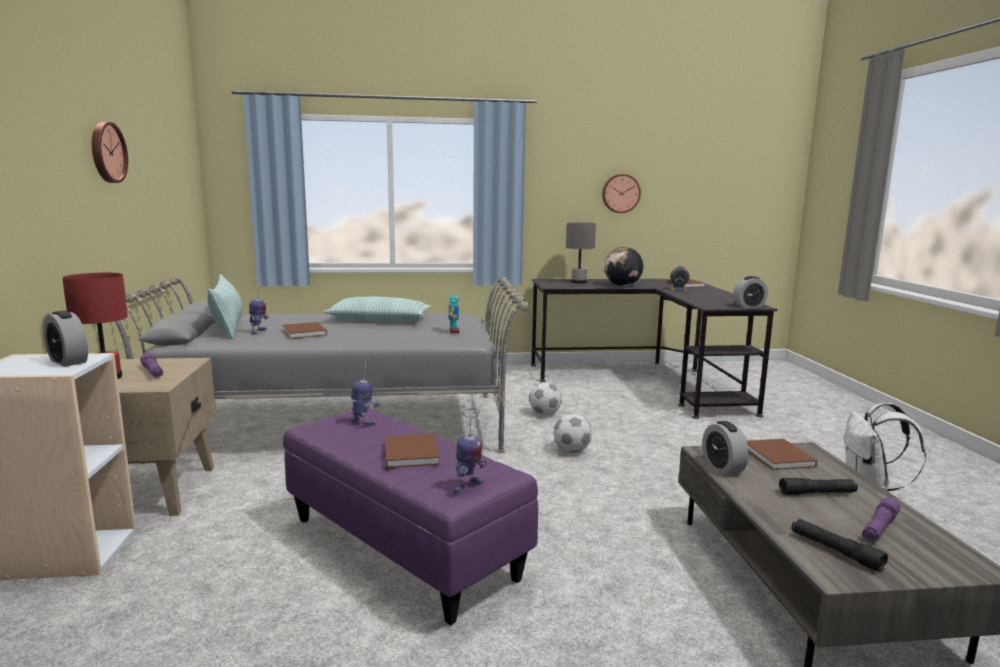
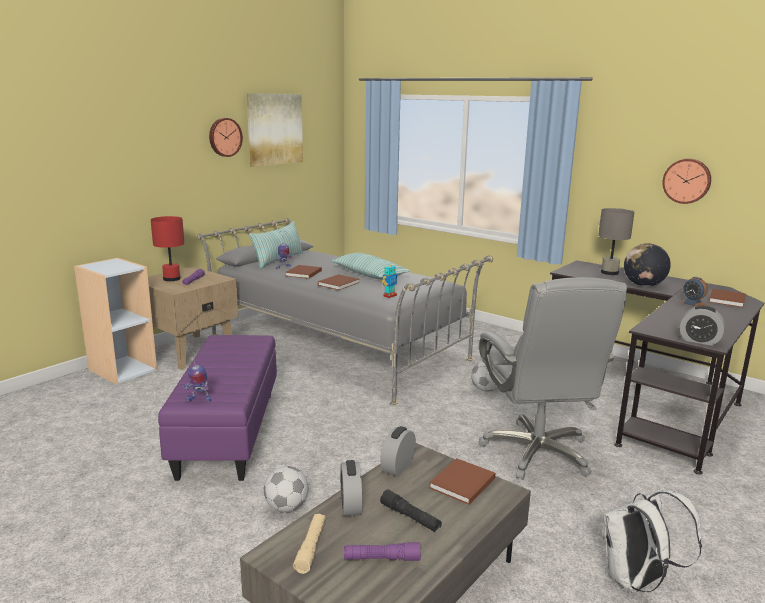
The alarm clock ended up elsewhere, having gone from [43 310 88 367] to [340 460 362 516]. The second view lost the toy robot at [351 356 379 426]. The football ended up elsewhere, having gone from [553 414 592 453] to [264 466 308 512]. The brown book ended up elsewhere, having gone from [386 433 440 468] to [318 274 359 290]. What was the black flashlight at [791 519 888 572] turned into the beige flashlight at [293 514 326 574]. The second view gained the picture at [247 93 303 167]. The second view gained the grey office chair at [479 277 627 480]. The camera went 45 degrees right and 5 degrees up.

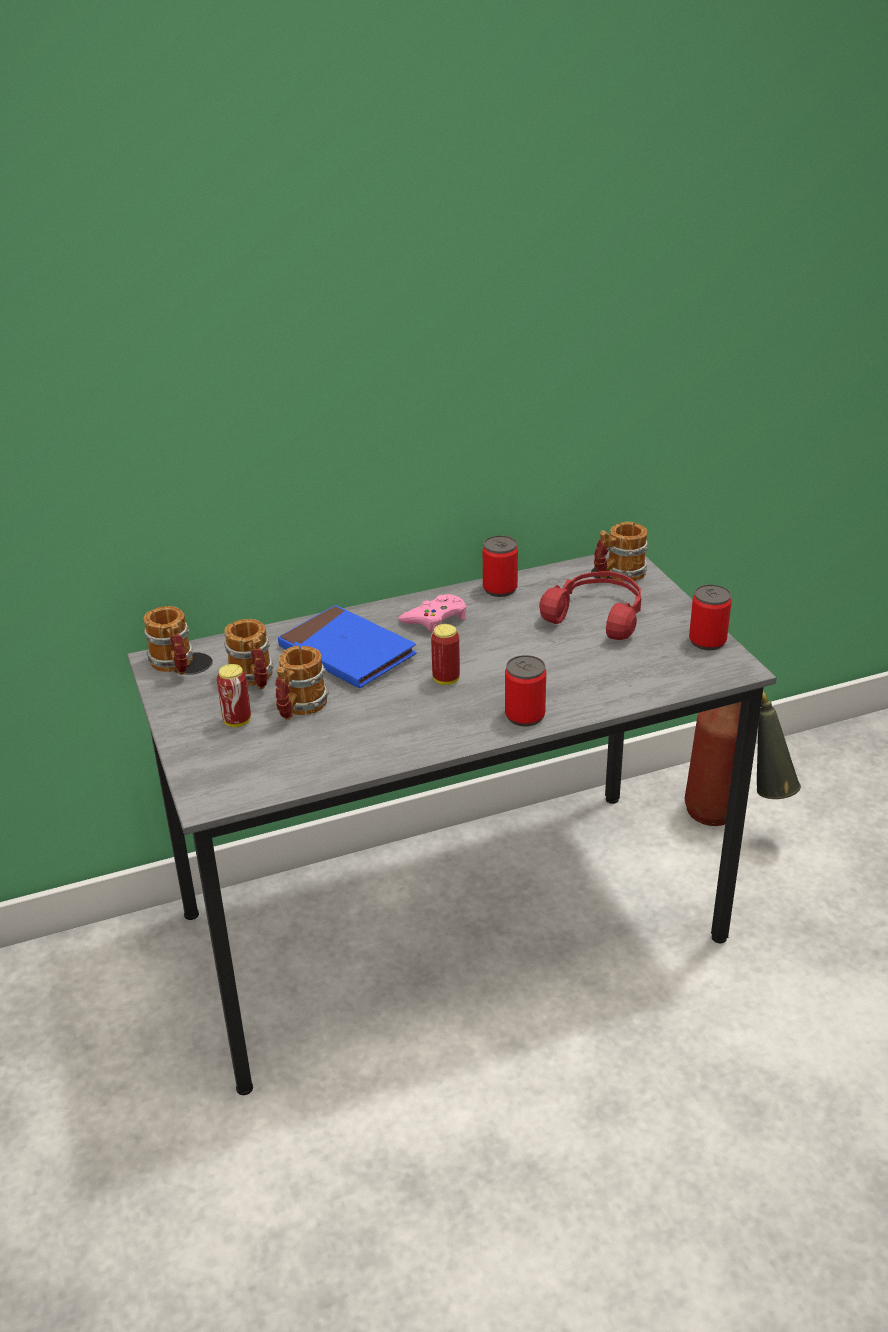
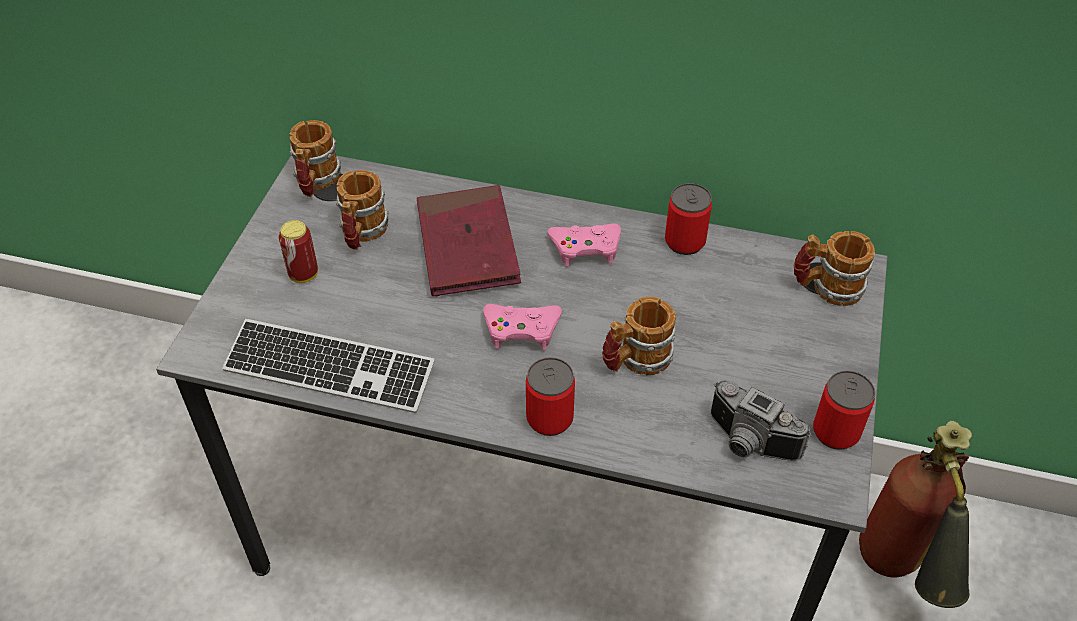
The second view lost the red headphones at [539 571 641 640]. What was the blue book at [278 605 417 688] turned into the red book at [417 185 521 296]. Where the can stood at [431 624 460 685], the pink game controller came to stand at [483 304 562 350]. The mug ended up elsewhere, having gone from [275 646 329 720] to [602 296 676 376]. The second view gained the keyboard at [222 319 435 413]. The second view gained the photo camera at [711 380 811 461]. The camera went 35 degrees right and 15 degrees up.

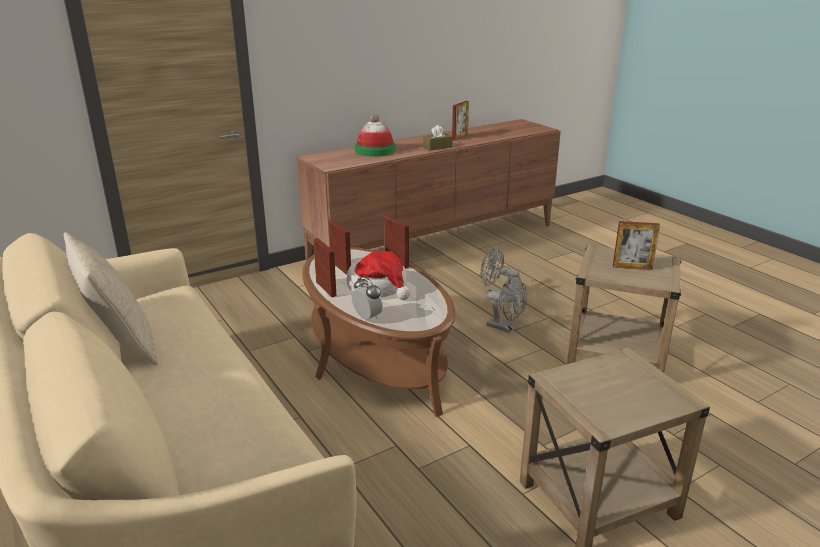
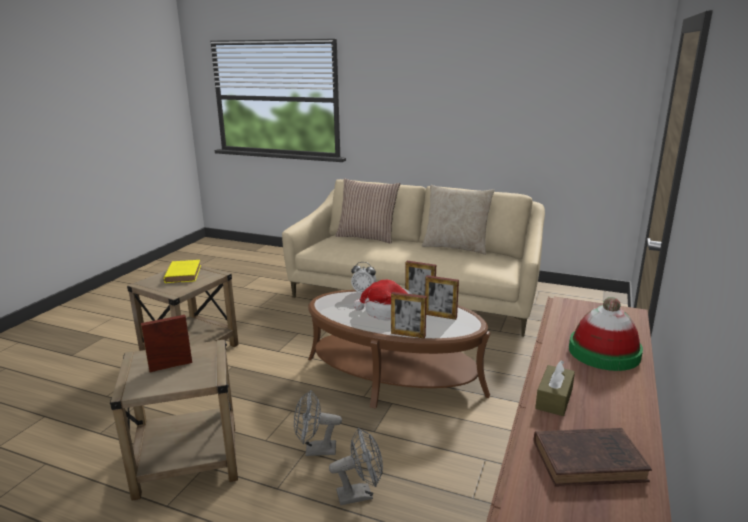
Where the picture frame stood at [452 101 469 140], the brown book came to stand at [534 428 652 487]. The second view gained the pillow at [335 179 400 243]. The second view gained the yellow book at [164 260 201 283]. The camera went 145 degrees right and 5 degrees down.

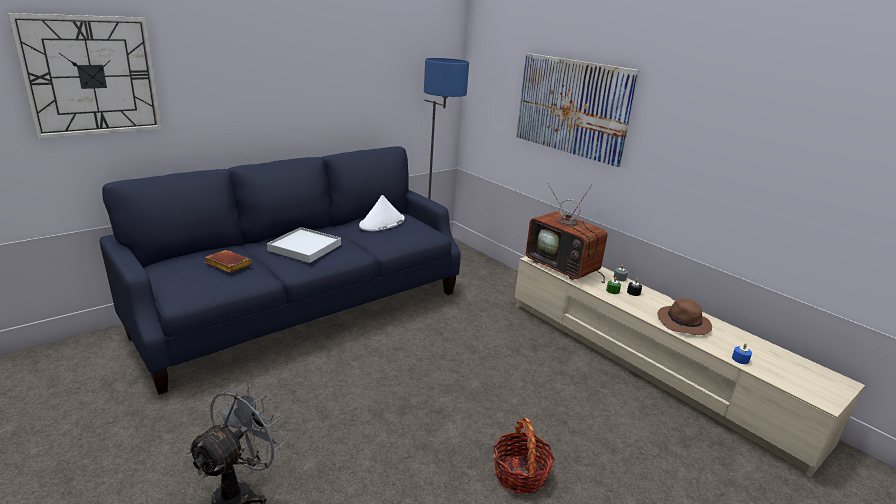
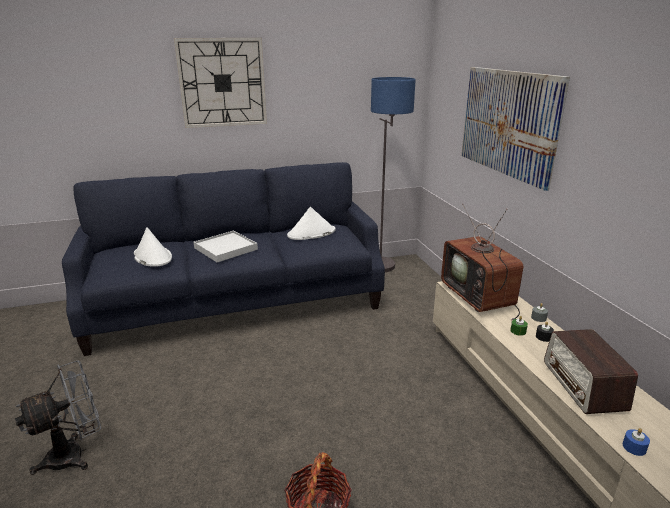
The wall clock ended up elsewhere, having gone from [7 13 162 139] to [174 38 267 128]. Where the brown book stood at [204 250 252 273], the white hat came to stand at [134 227 172 267]. Where the brown hat stood at [657 299 712 335], the radio came to stand at [544 329 638 414]. The camera went 25 degrees right and 0 degrees up.

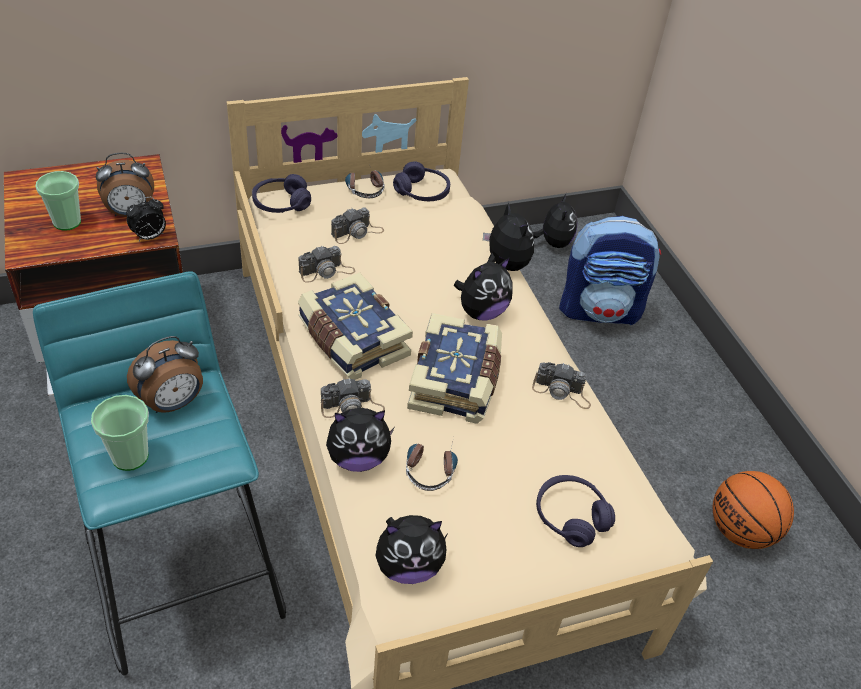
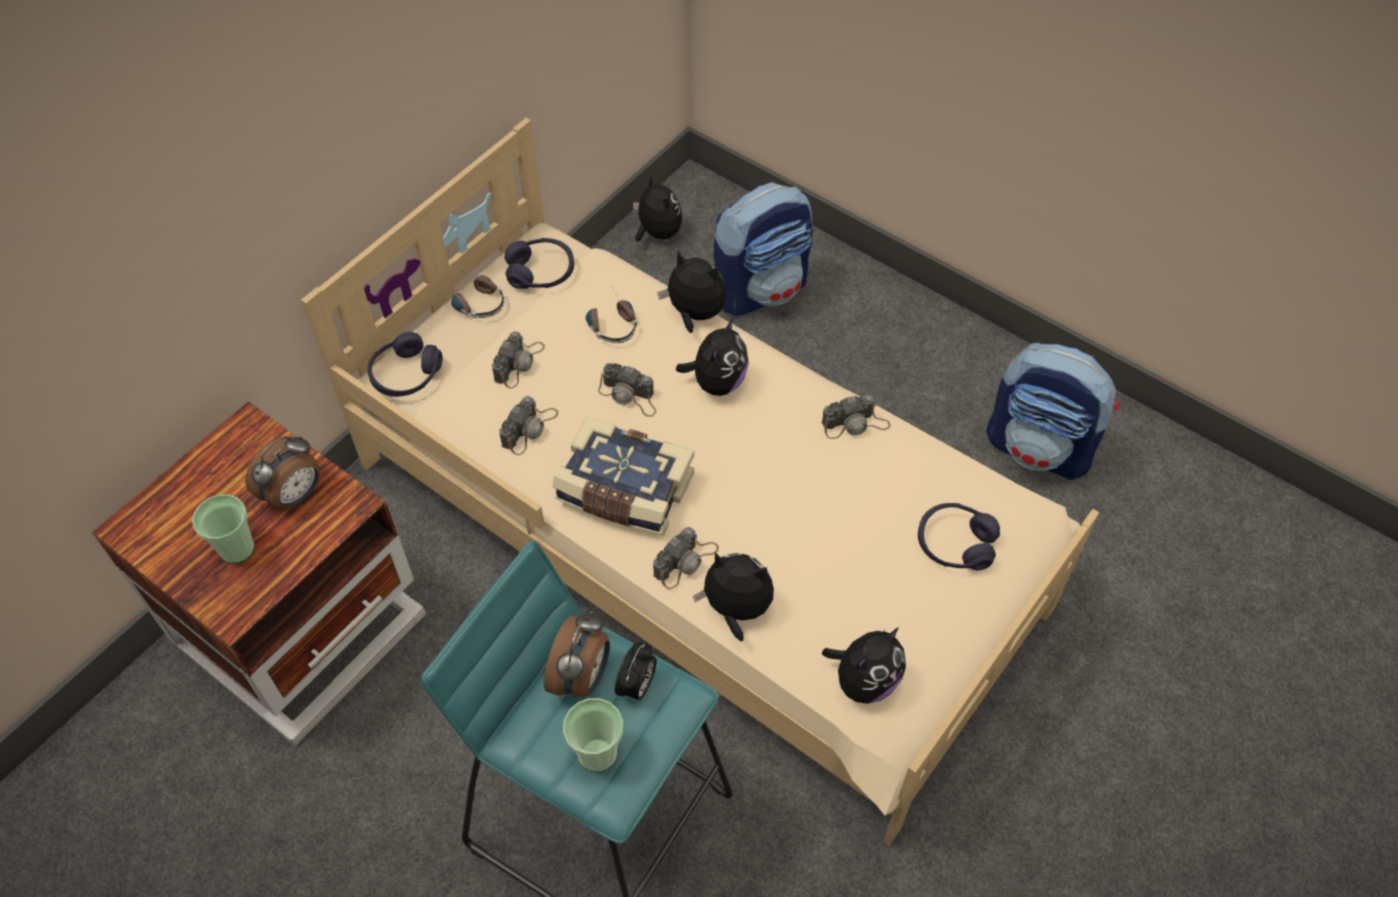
The alarm clock ended up elsewhere, having gone from [126 197 166 241] to [615 642 657 702]. The second view lost the book at [407 313 502 424]. The plush toy at [326 408 394 472] ended up facing another way, 120 degrees counterclockwise from before. The headphones ended up elsewhere, having gone from [406 442 458 491] to [586 287 637 343]. Where the basketball stood at [713 471 794 549], the backpack came to stand at [986 343 1120 480]. The second view gained the photo camera at [598 363 656 417]. The camera went 30 degrees left and 10 degrees up.

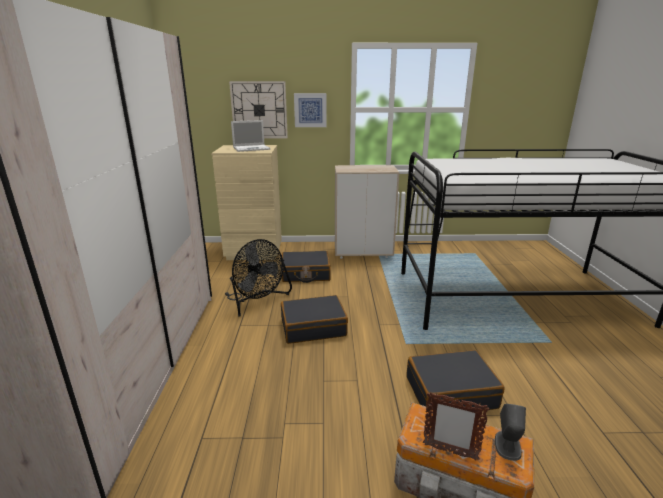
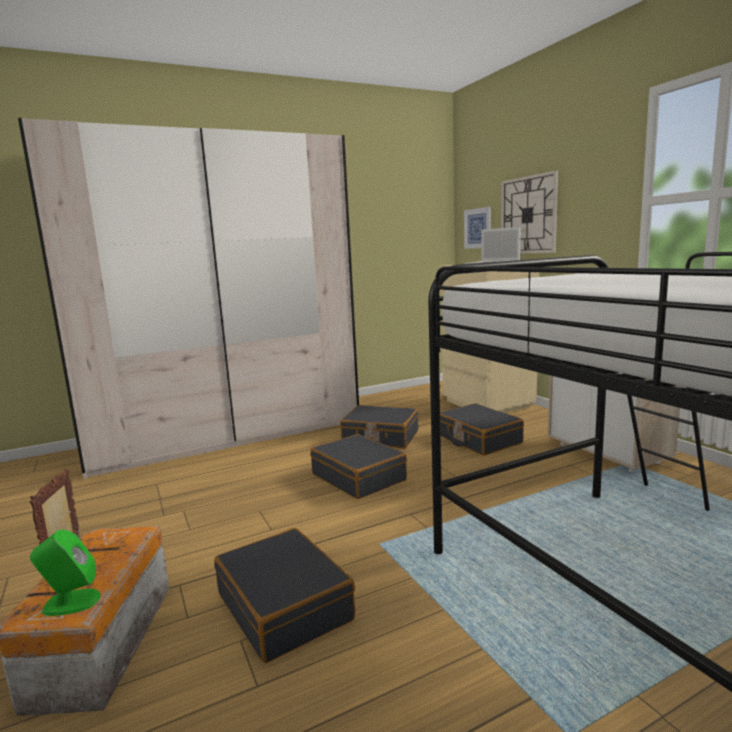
The picture ended up elsewhere, having gone from [294 93 327 127] to [464 207 491 249]. Where the black fan stood at [225 239 292 317], the black suitcase came to stand at [340 405 418 448]. What was the grey speaker at [495 404 526 461] turned into the green speaker at [30 530 101 616]. The camera went 65 degrees right and 10 degrees down.

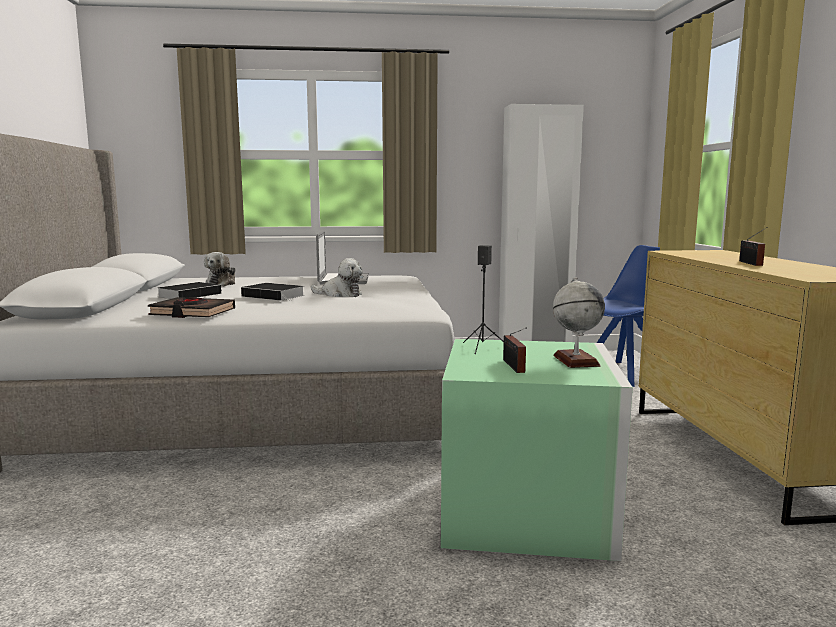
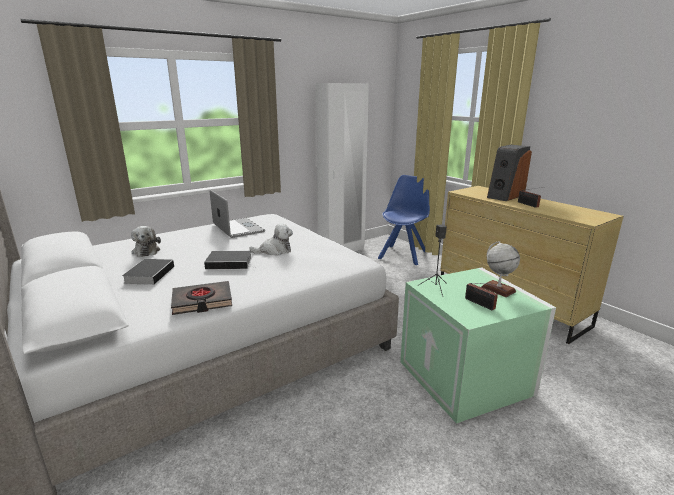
The second view gained the speaker at [487 145 532 201]. The camera went 30 degrees left and 10 degrees up.

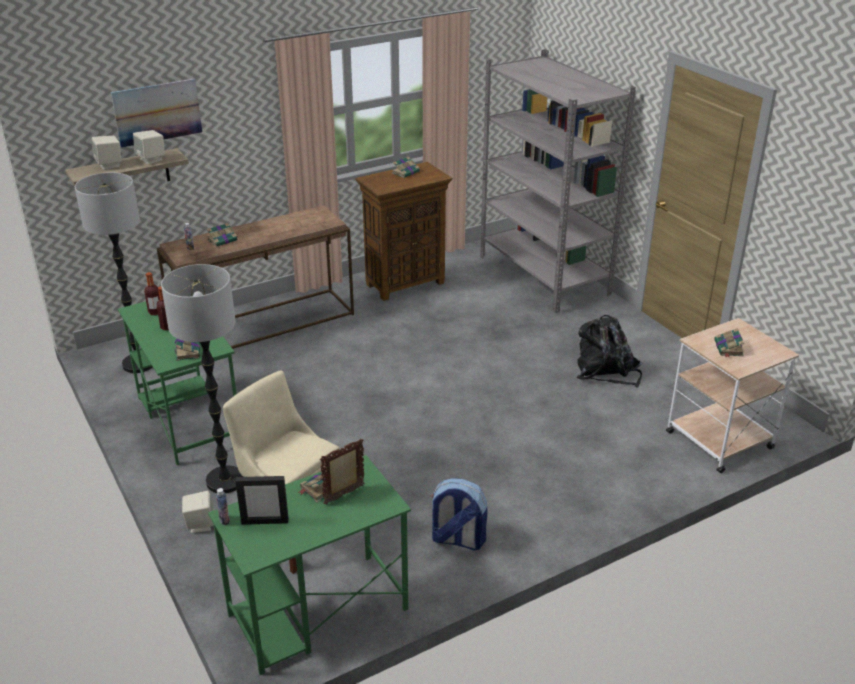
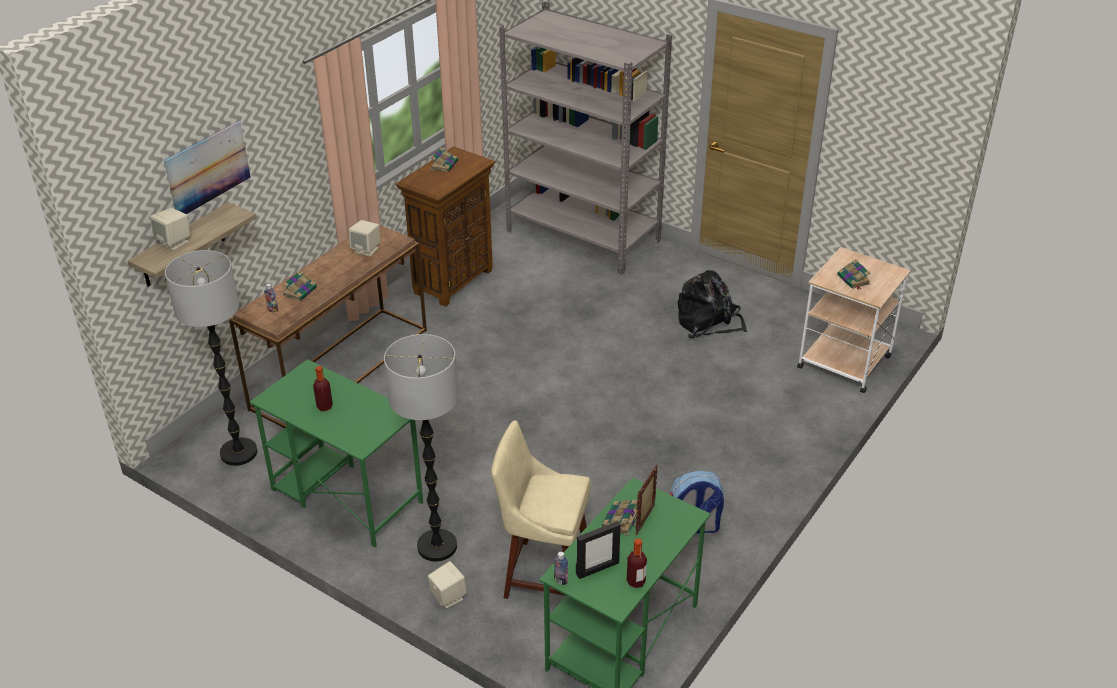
The beige speaker ended up elsewhere, having gone from [133 130 165 164] to [349 220 380 256]. The bottle ended up elsewhere, having gone from [144 272 160 315] to [627 538 647 588]. The second view lost the book at [175 338 200 361]. The camera went 25 degrees left and 5 degrees up.

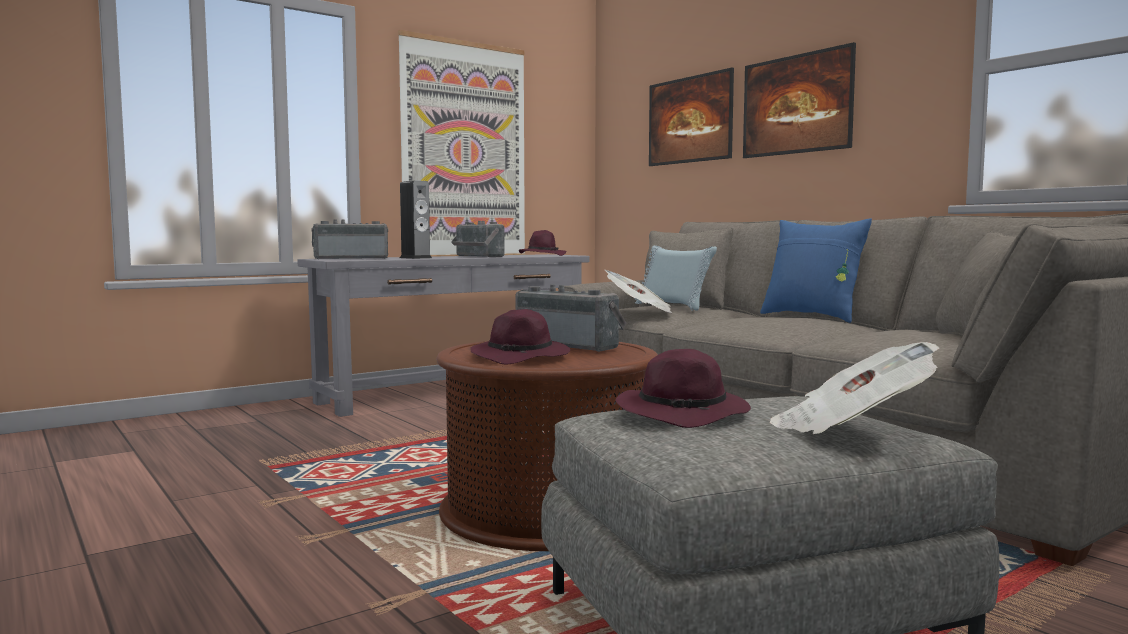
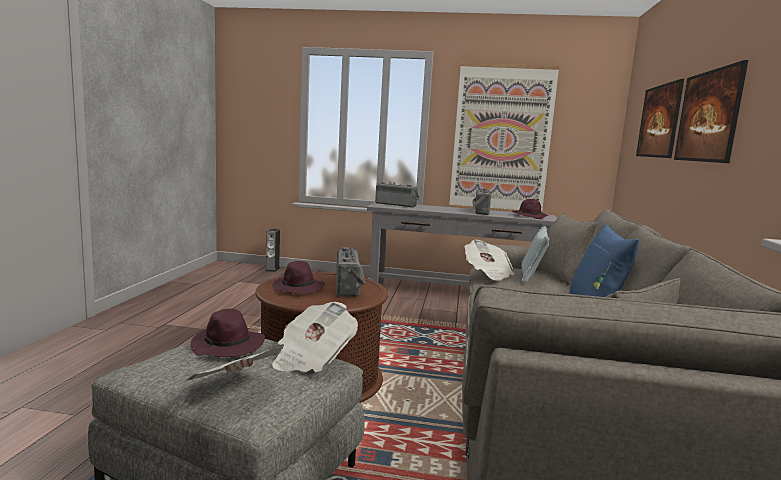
The speaker ended up elsewhere, having gone from [400 180 432 259] to [265 229 280 272]. The second view gained the newspaper at [272 302 358 372]. The camera went 45 degrees right and 5 degrees up.

